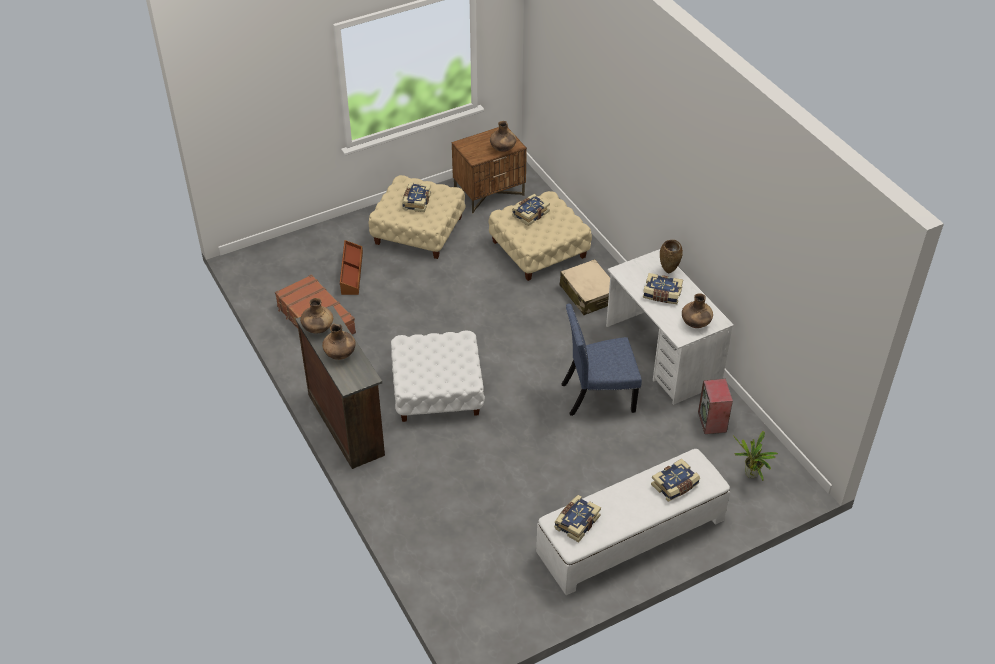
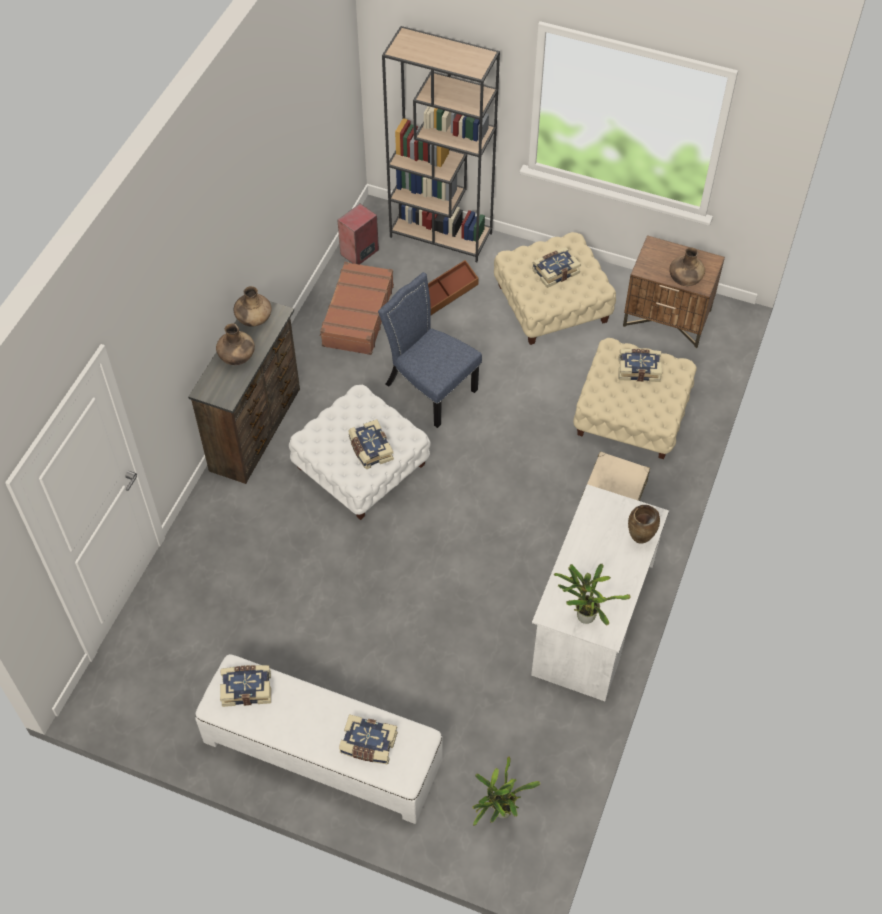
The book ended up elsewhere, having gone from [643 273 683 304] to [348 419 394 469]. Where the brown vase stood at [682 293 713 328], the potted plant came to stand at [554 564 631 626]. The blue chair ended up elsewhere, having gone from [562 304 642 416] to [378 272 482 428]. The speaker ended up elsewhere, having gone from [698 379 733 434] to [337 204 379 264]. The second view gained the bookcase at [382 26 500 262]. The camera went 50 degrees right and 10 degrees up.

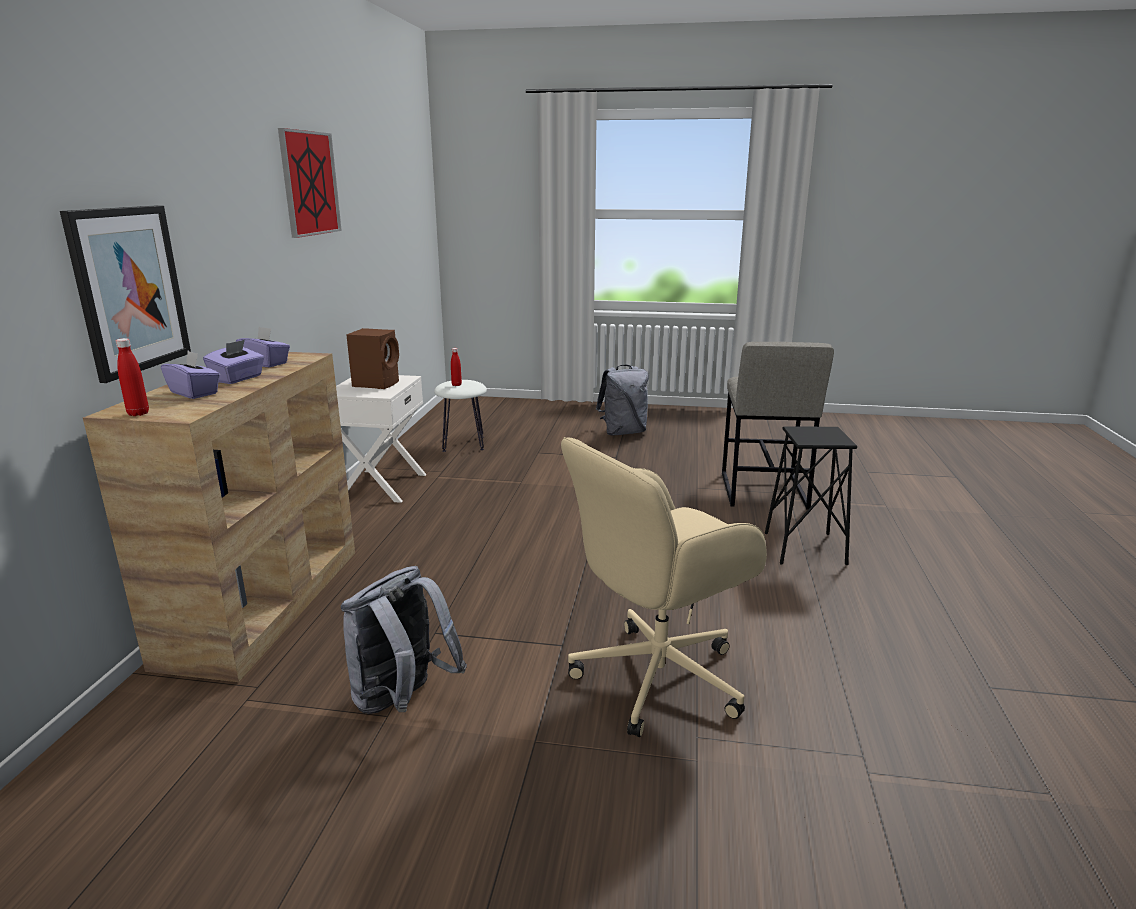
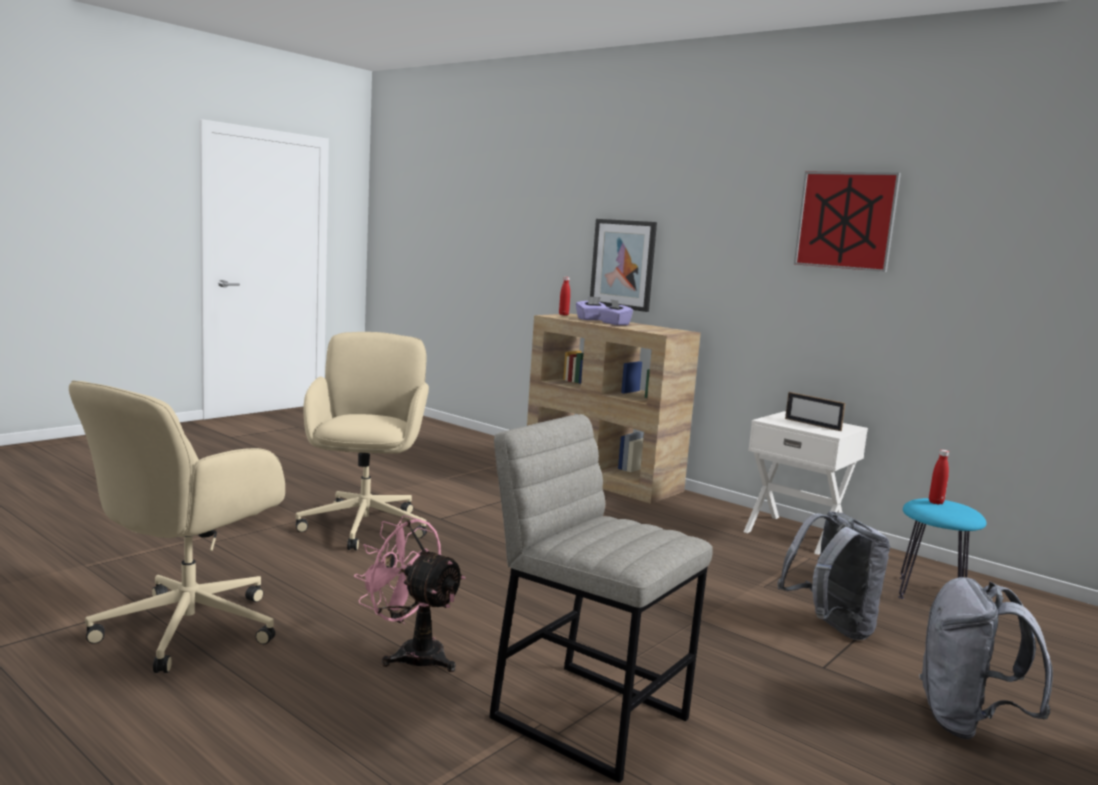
The second view lost the purple tissue box at [236 327 290 367]. Where the brown speaker stood at [346 328 399 389], the picture frame came to stand at [785 392 846 431]. What was the white stool at [434 380 487 452] turned into the turquoise stool at [898 498 987 599]. Where the black stool stood at [765 426 857 565], the pink fan came to stand at [354 515 466 672]. The grey backpack ended up elsewhere, having gone from [341 566 467 714] to [777 511 890 640]. The second view gained the beige office chair at [69 381 285 673]. The camera went 120 degrees right and 10 degrees down.

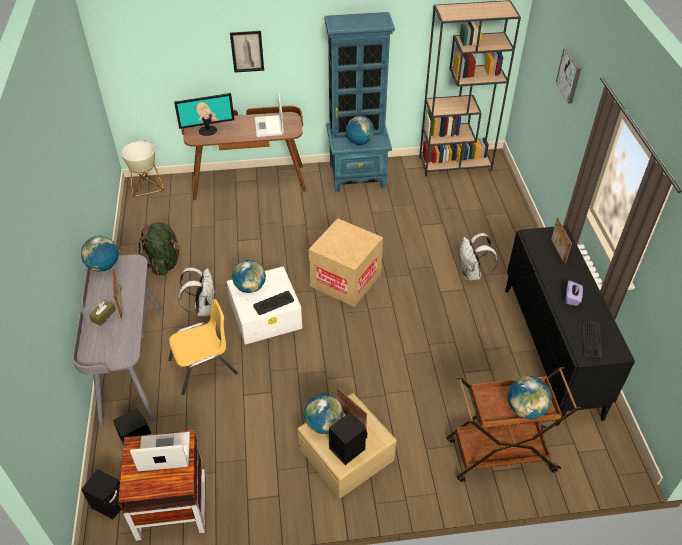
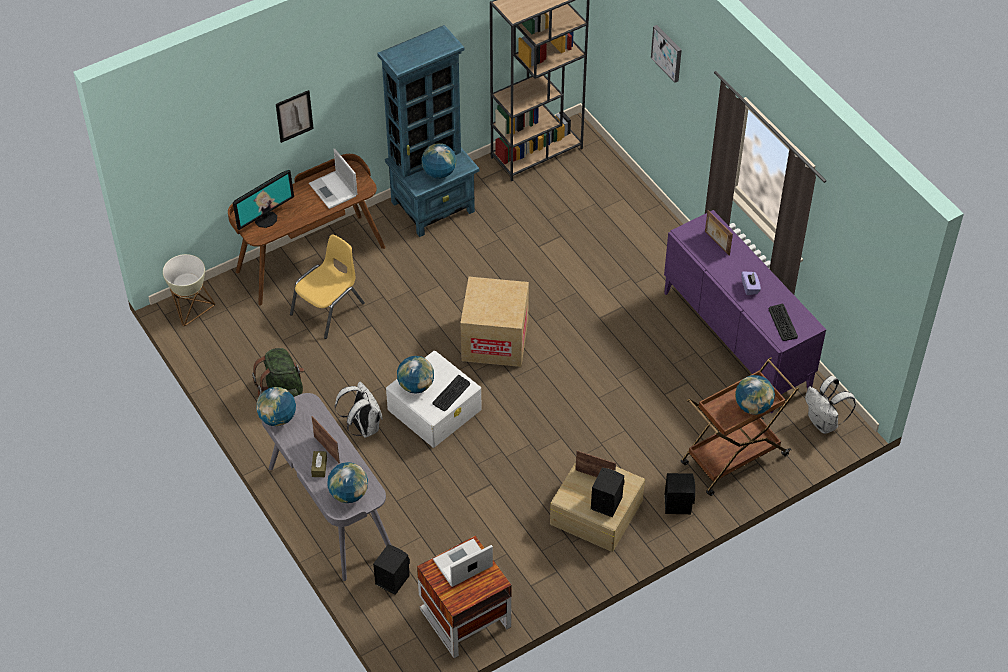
What was the black dresser at [505 226 635 426] turned into the purple dresser at [664 210 826 413]. The white backpack ended up elsewhere, having gone from [460 233 498 281] to [805 376 856 434]. The yellow chair ended up elsewhere, having gone from [168 299 238 395] to [290 234 365 339]. The globe ended up elsewhere, having gone from [304 394 343 434] to [327 462 368 503]. The black speaker ended up elsewhere, having gone from [81 469 121 519] to [665 473 695 514]. The camera went 25 degrees left and 5 degrees up.

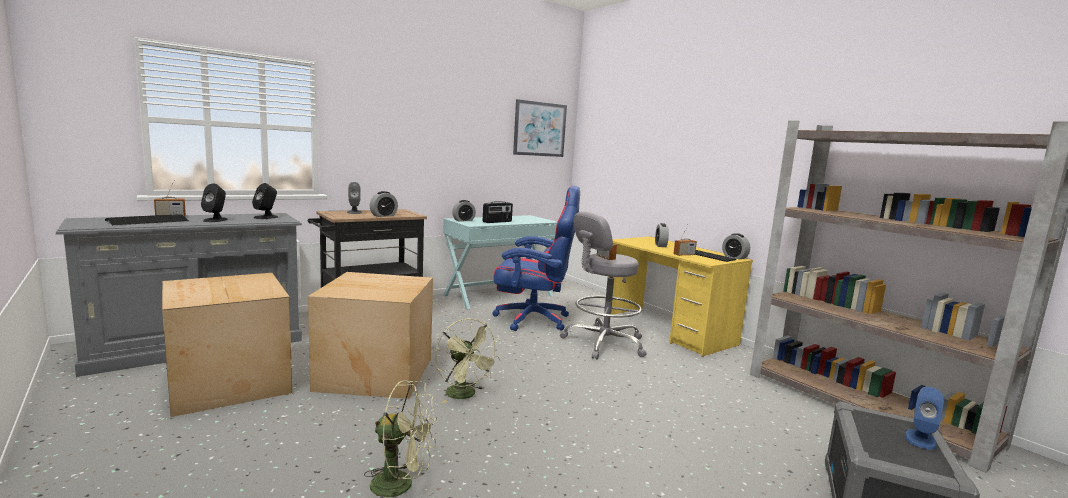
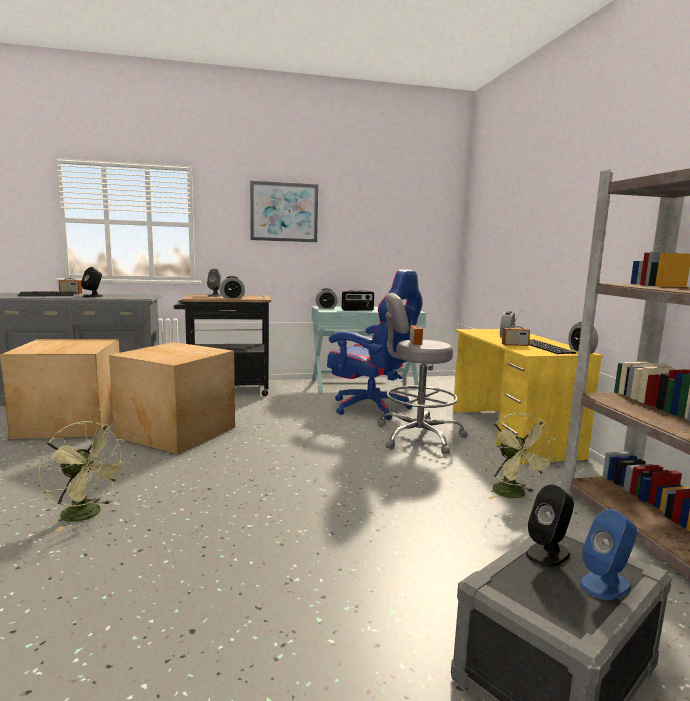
The picture ended up elsewhere, having gone from [513 99 567 157] to [250 181 318 242]. The black speaker ended up elsewhere, having gone from [252 183 278 219] to [526 484 574 567]. The green fan ended up elsewhere, having gone from [435 318 500 403] to [484 412 557 499]. The camera went 25 degrees right and 0 degrees up.

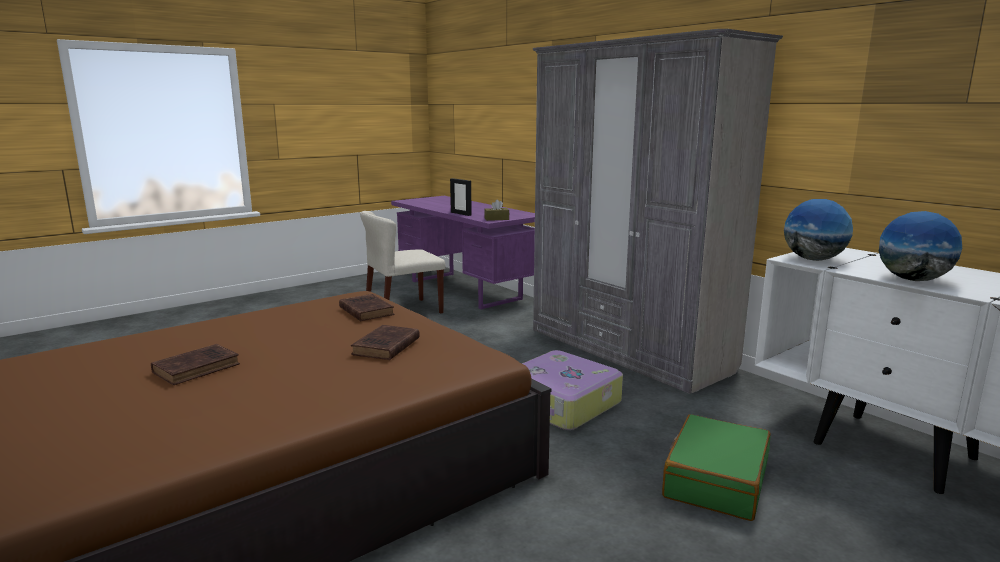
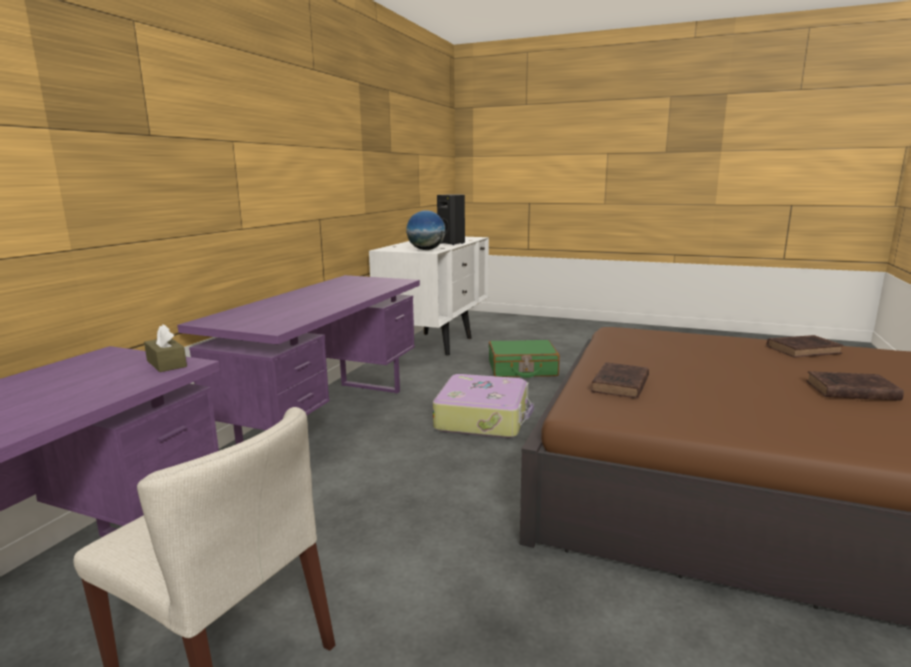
Where the grey wardrobe stood at [533 29 783 394], the purple desk came to stand at [177 275 420 444]. The second view lost the picture frame at [450 178 472 216]. Where the globe stood at [879 211 962 281], the black speaker came to stand at [437 194 465 245]. The brown book ended up elsewhere, having gone from [351 325 420 360] to [767 335 844 358]. The camera went 120 degrees left and 0 degrees up.

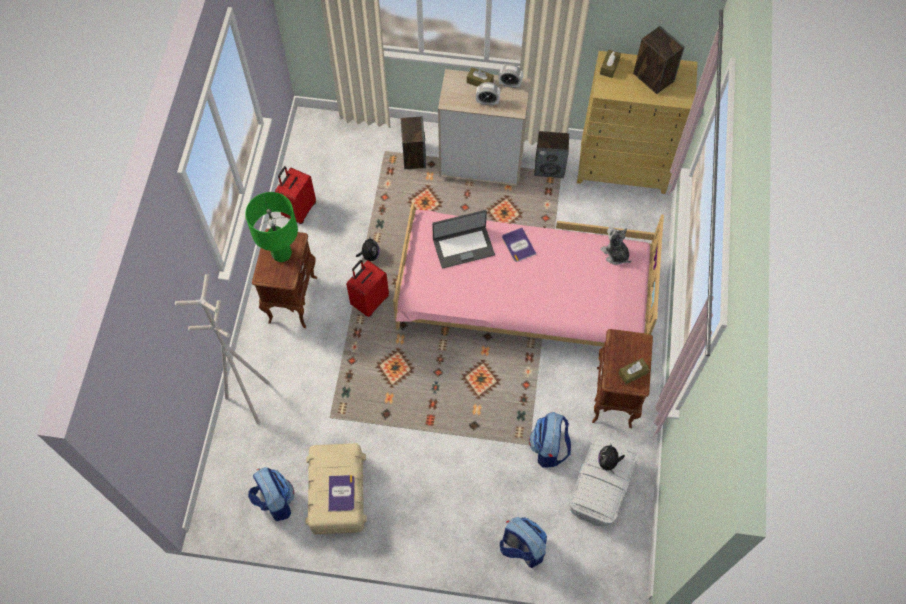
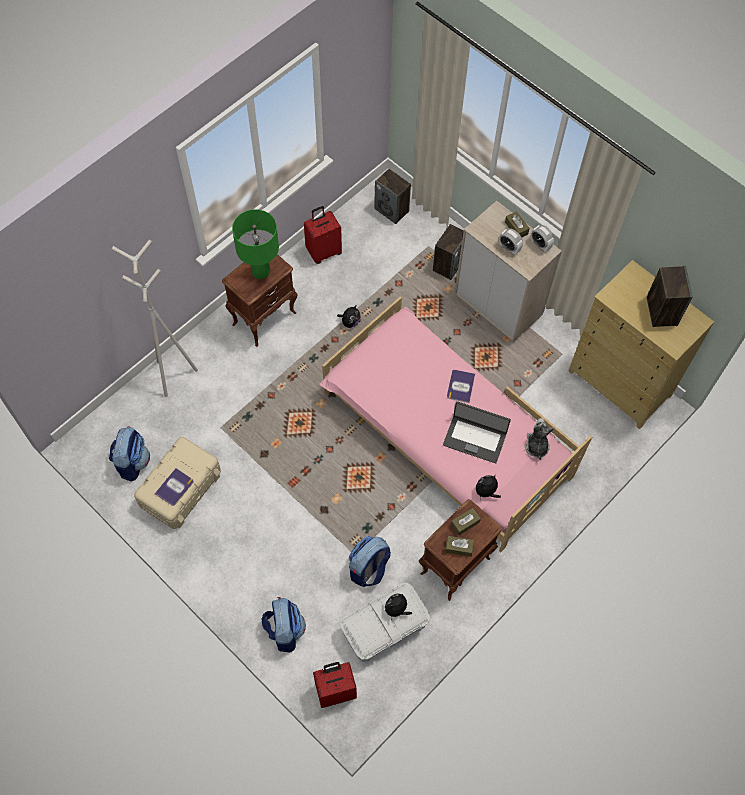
The brown tissue box ended up elsewhere, having gone from [600 50 621 78] to [451 508 481 536]. The speaker ended up elsewhere, having gone from [534 131 569 178] to [374 169 411 224]. The laptop ended up elsewhere, having gone from [432 210 495 269] to [443 401 511 463]. The red suitcase ended up elsewhere, having gone from [346 260 389 317] to [313 662 357 708]. The second view gained the plush toy at [476 475 501 498]. The camera went 35 degrees right and 0 degrees up.

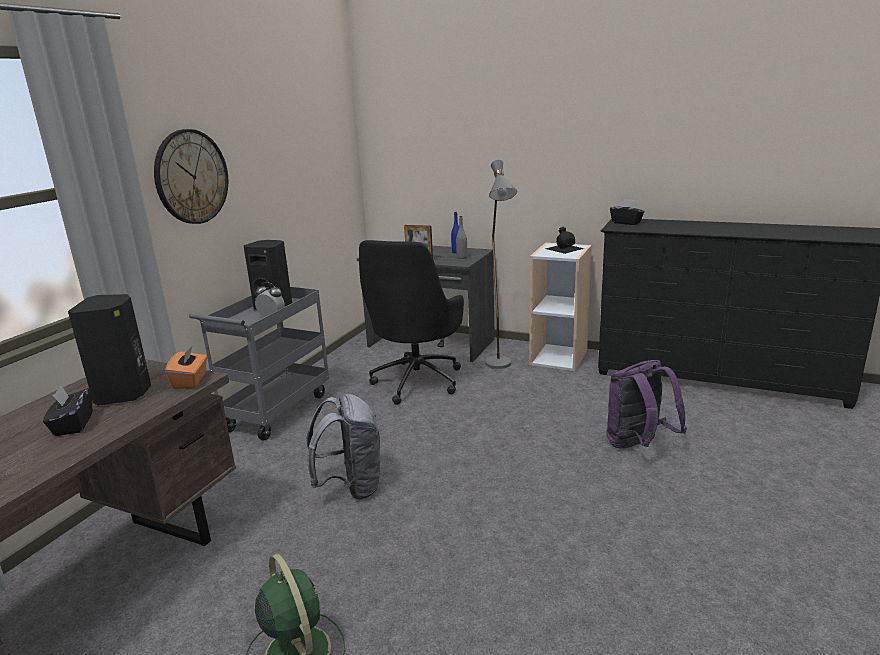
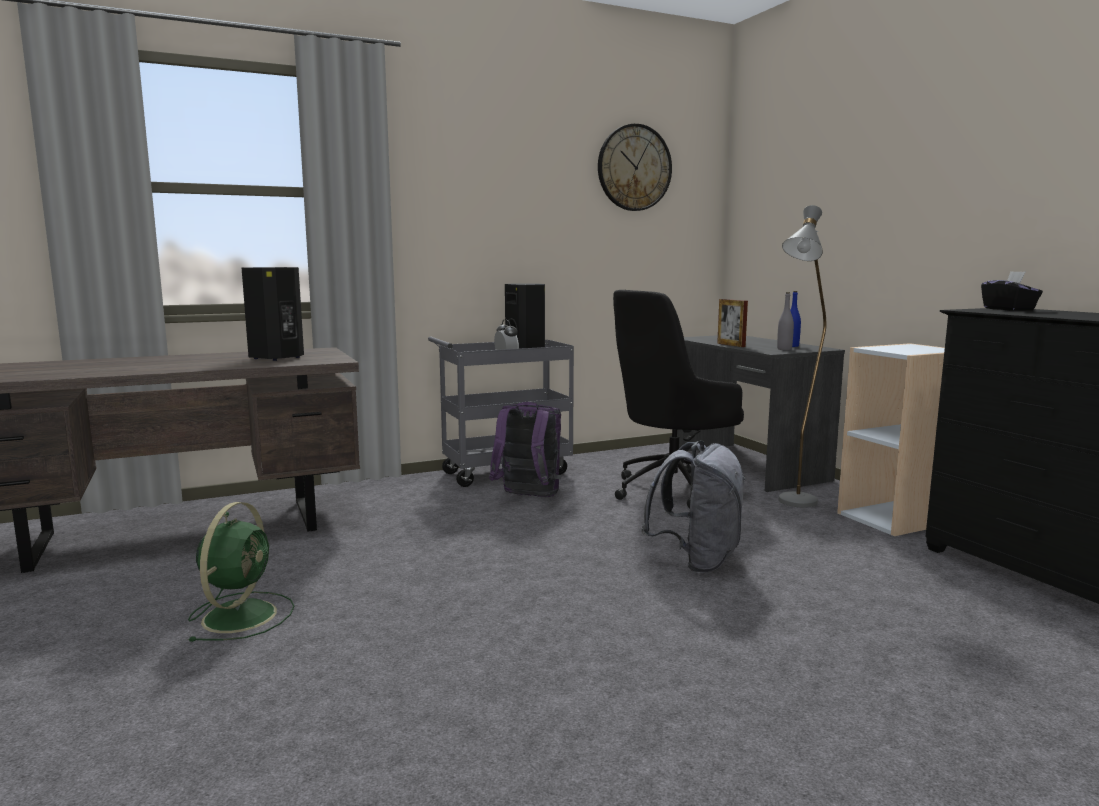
The wall clock ended up elsewhere, having gone from [154 129 228 224] to [598 124 672 211]. The second view lost the black bottle at [545 227 585 254]. The second view lost the orange tissue box at [165 345 207 389]. The purple backpack ended up elsewhere, having gone from [606 360 687 449] to [489 402 561 497]. The second view lost the black tissue box at [43 385 92 436]. The grey backpack ended up elsewhere, having gone from [306 394 382 500] to [641 440 746 573]. The camera went 40 degrees right and 10 degrees down.

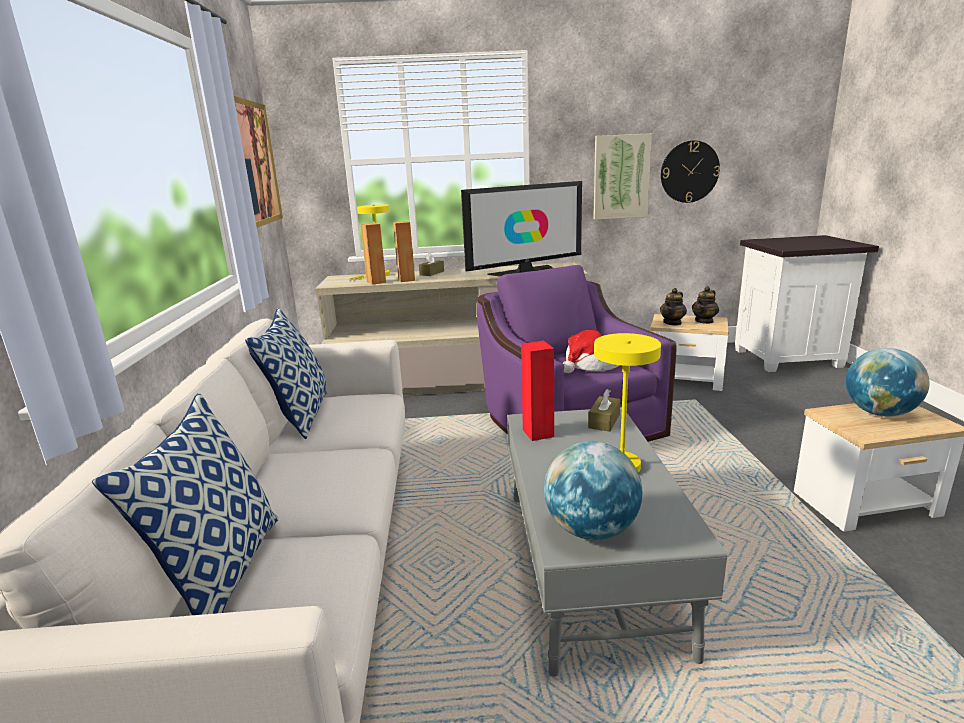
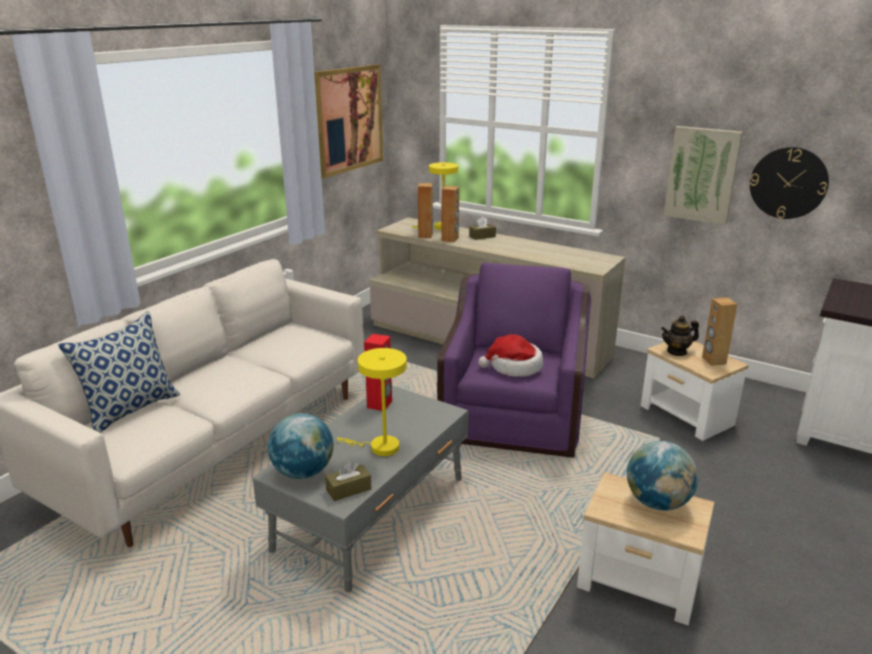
The second view lost the television at [461 181 582 277]. Where the teapot stood at [692 286 719 324], the brown speaker came to stand at [702 297 737 366]. The second view lost the pillow at [245 308 327 439]. The brown tissue box ended up elsewhere, having gone from [588 389 620 432] to [325 461 372 501]. The camera went 35 degrees right and 5 degrees up.

